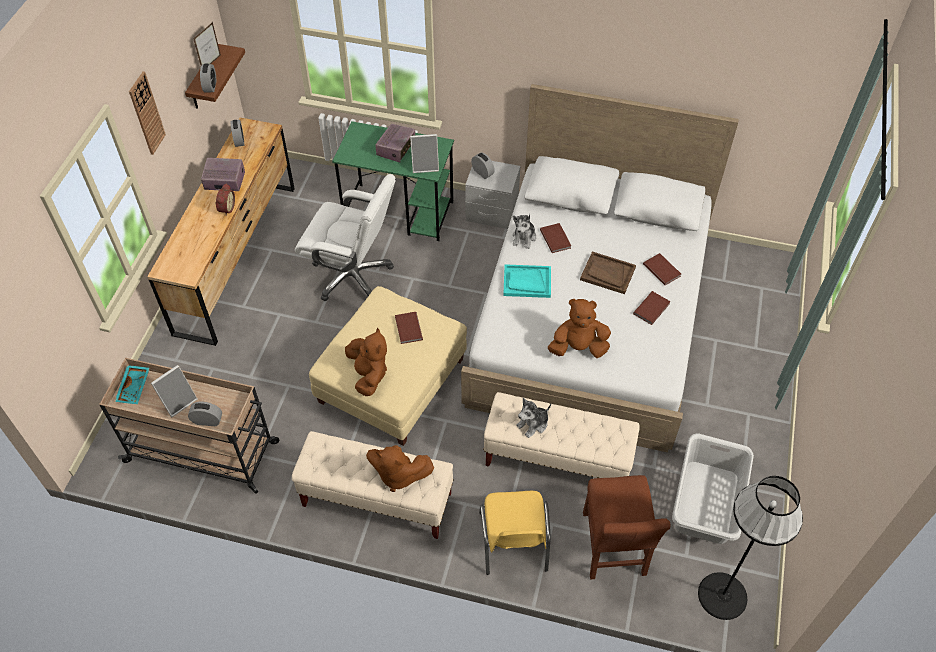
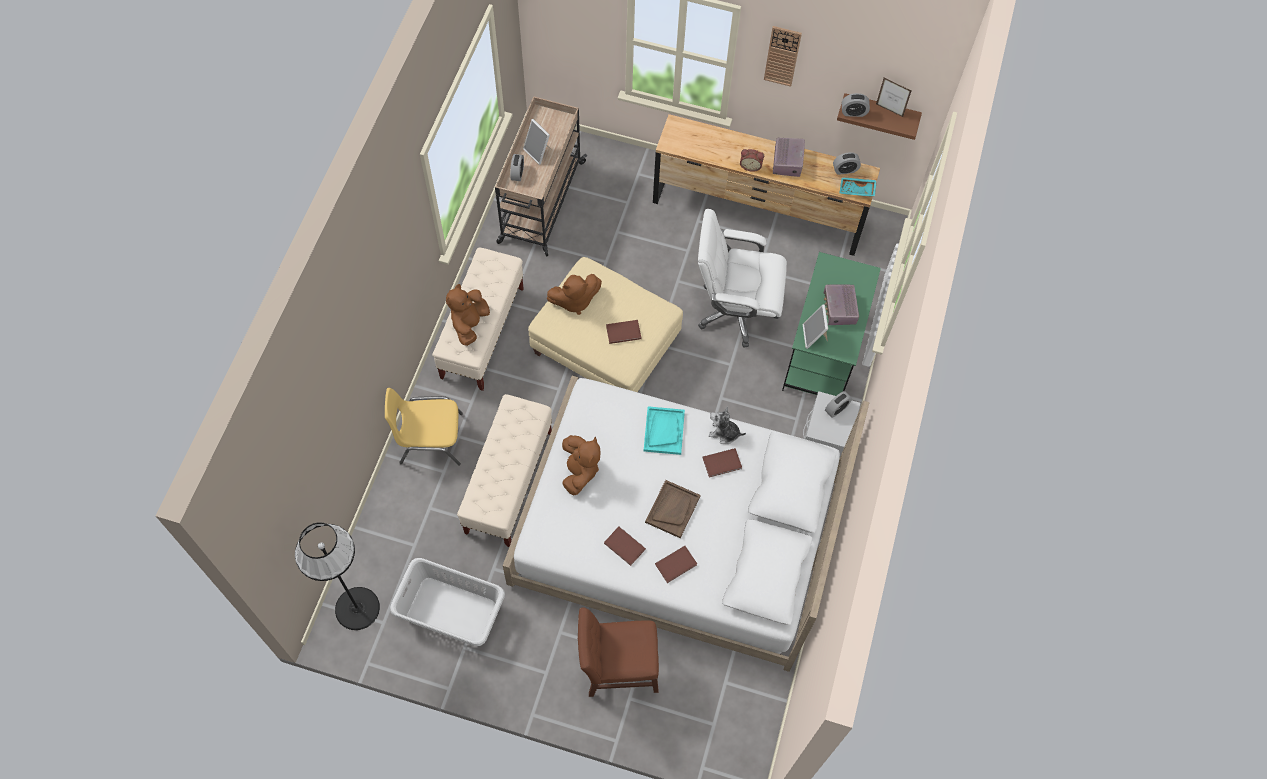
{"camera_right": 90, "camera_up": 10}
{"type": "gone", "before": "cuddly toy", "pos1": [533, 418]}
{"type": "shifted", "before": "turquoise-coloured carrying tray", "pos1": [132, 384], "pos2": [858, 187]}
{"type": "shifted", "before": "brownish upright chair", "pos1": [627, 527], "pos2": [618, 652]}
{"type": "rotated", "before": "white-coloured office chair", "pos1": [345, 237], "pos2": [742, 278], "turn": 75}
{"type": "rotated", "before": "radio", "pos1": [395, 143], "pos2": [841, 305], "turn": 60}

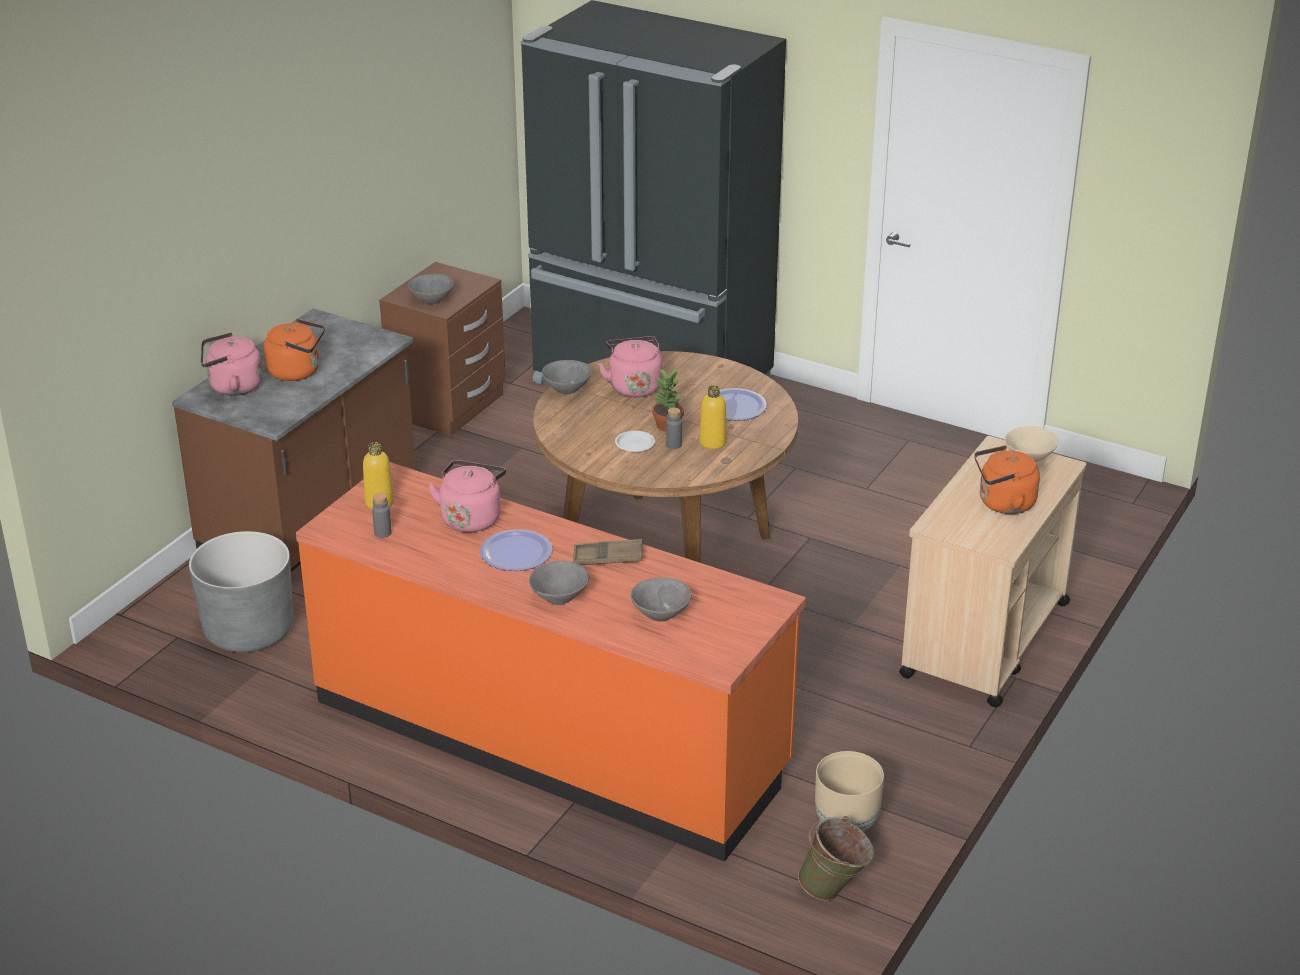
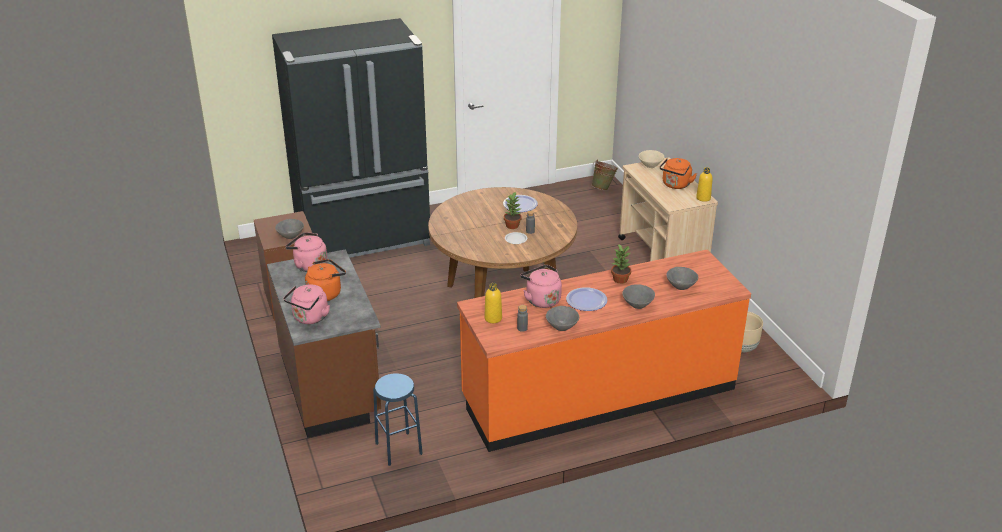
{"camera_right": -50, "camera_up": 0}
{"type": "shifted", "before": "greyish deep dish", "pos1": [567, 377], "pos2": [562, 318]}
{"type": "shifted", "before": "pinkish kettle", "pos1": [630, 366], "pos2": [306, 252]}
{"type": "shifted", "before": "yellowish bottle", "pos1": [713, 417], "pos2": [704, 184]}
{"type": "shifted", "before": "greenish pail", "pos1": [836, 858], "pos2": [605, 175]}
{"type": "swapped", "before": "greyish flower pot", "after": "blue-coloured stool", "pos1": [241, 592], "pos2": [398, 419]}
{"type": "swapped", "before": "brownish carrying tray", "after": "plant in a pot", "pos1": [608, 552], "pos2": [621, 264]}

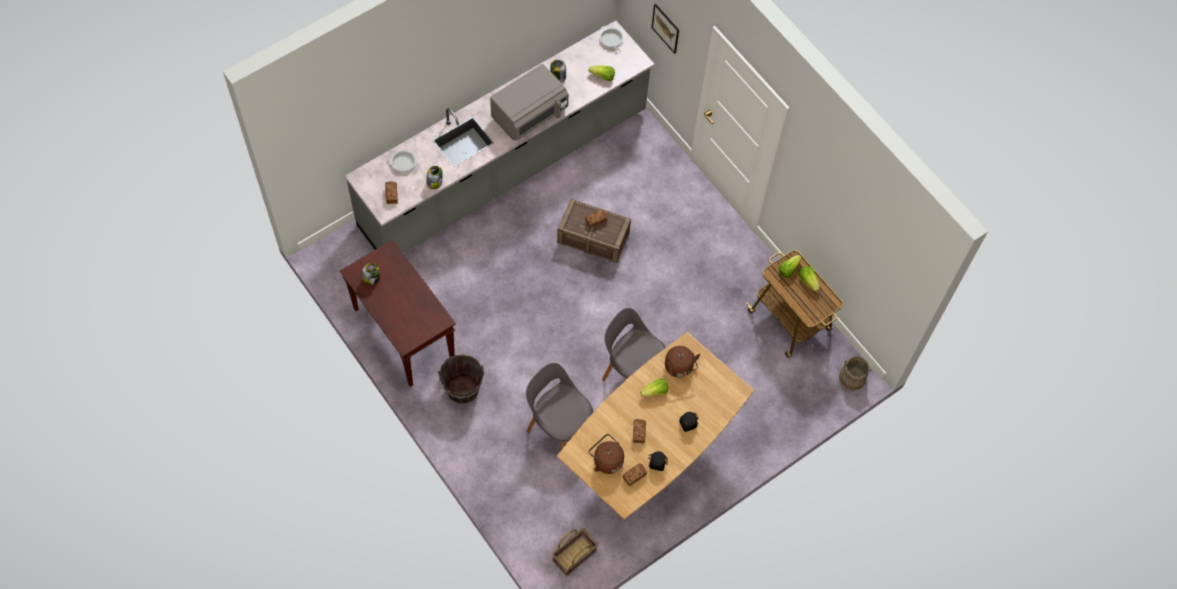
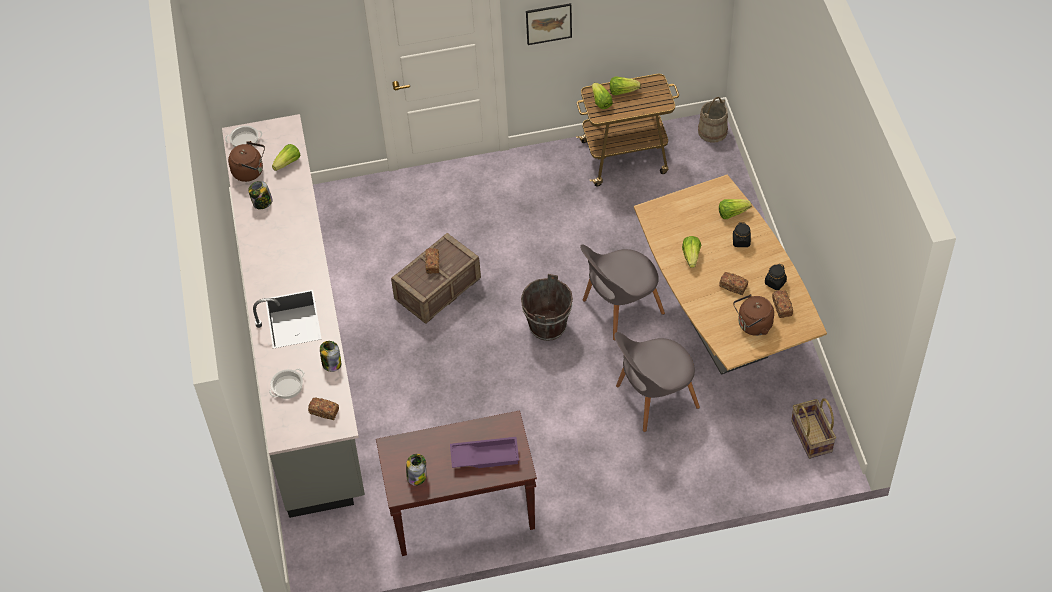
{"camera_right": -60, "camera_up": -10}
{"type": "gone", "before": "greyish microwave oven", "pos1": [529, 102]}
{"type": "new", "after": "purple-coloured carrying tray", "pos2": [484, 452]}
{"type": "new", "after": "lettuce head", "pos2": [735, 209]}
{"type": "shifted", "before": "brownish pail", "pos1": [461, 379], "pos2": [547, 307]}
{"type": "shifted", "before": "wall picture", "pos1": [665, 29], "pos2": [549, 24]}
{"type": "shifted", "before": "brownish kettle", "pos1": [682, 362], "pos2": [246, 161]}

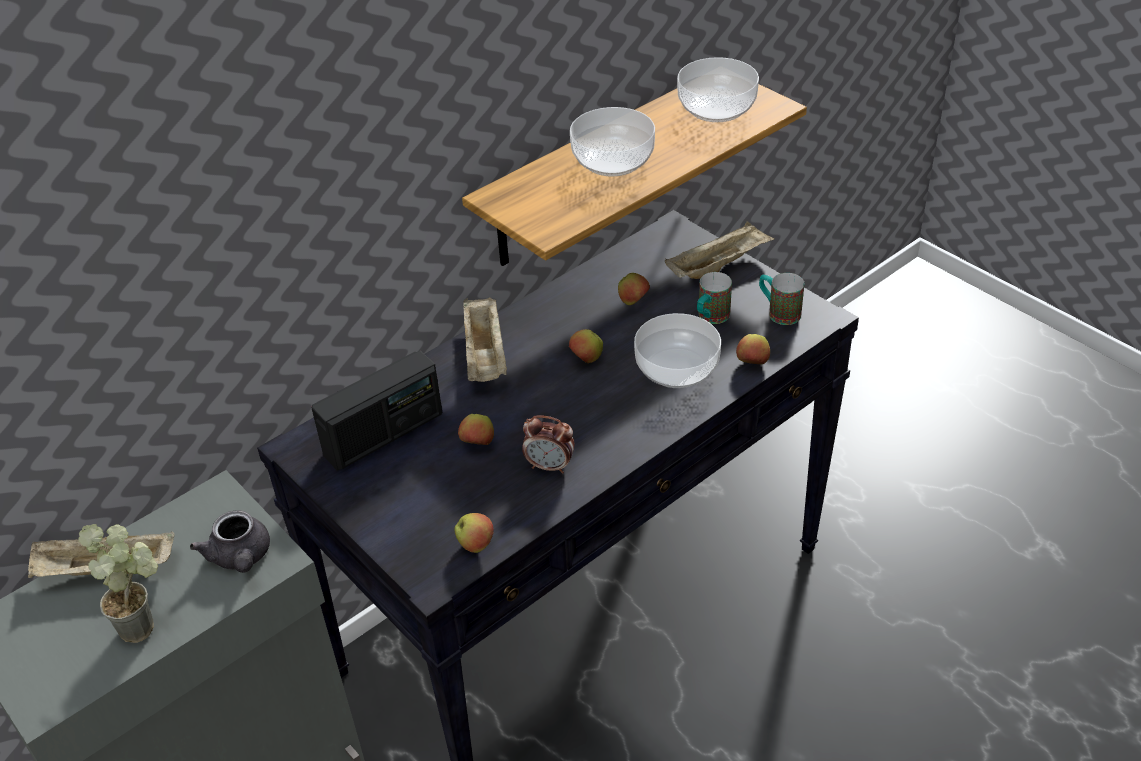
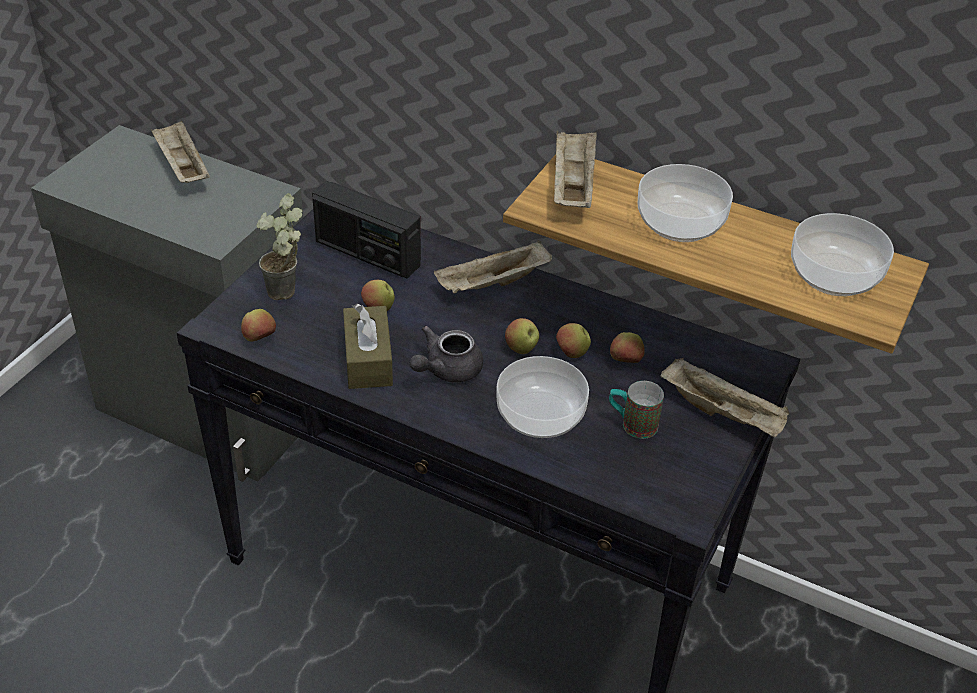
{"camera_right": 65, "camera_up": 0}
{"type": "gone", "before": "coffee mug", "pos1": [781, 299]}
{"type": "new", "after": "sand-coloured carrying tray", "pos2": [575, 169]}
{"type": "shifted", "before": "plant in a pot", "pos1": [118, 583], "pos2": [279, 246]}
{"type": "shifted", "before": "greyish pot for tea", "pos1": [230, 541], "pos2": [446, 354]}
{"type": "shifted", "before": "whole apple", "pos1": [753, 349], "pos2": [573, 340]}
{"type": "swapped", "before": "table clock", "after": "brownish tissue holder", "pos1": [548, 444], "pos2": [368, 346]}

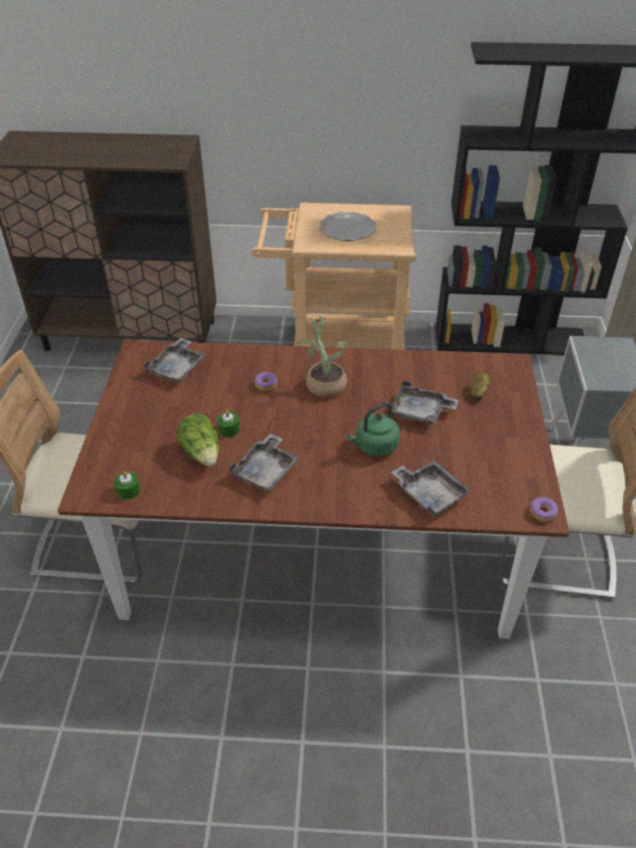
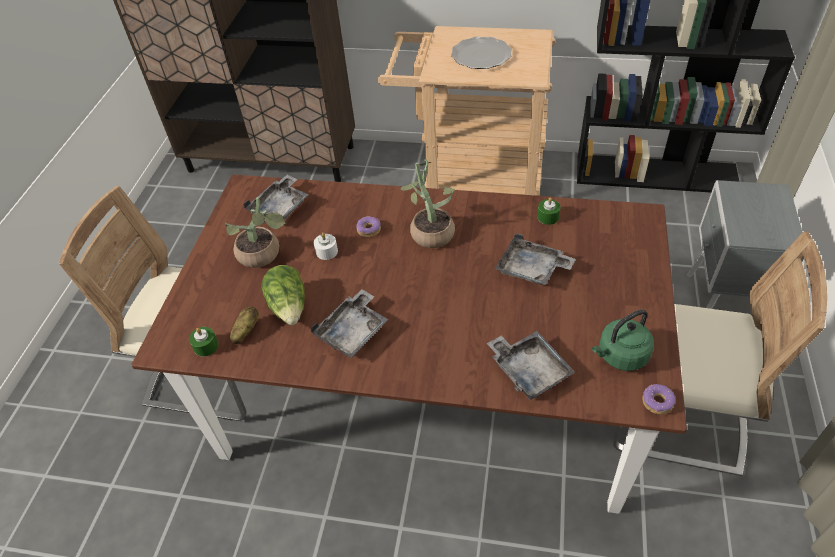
{"camera_right": 10, "camera_up": 5}
{"type": "new", "after": "plant in a pot", "pos2": [255, 232]}
{"type": "new", "after": "white-coloured candle", "pos2": [326, 246]}
{"type": "shifted", "before": "greenish candle", "pos1": [228, 423], "pos2": [548, 211]}
{"type": "shifted", "before": "greenish kettle", "pos1": [374, 429], "pos2": [623, 340]}
{"type": "shifted", "before": "whole potato", "pos1": [480, 386], "pos2": [244, 325]}

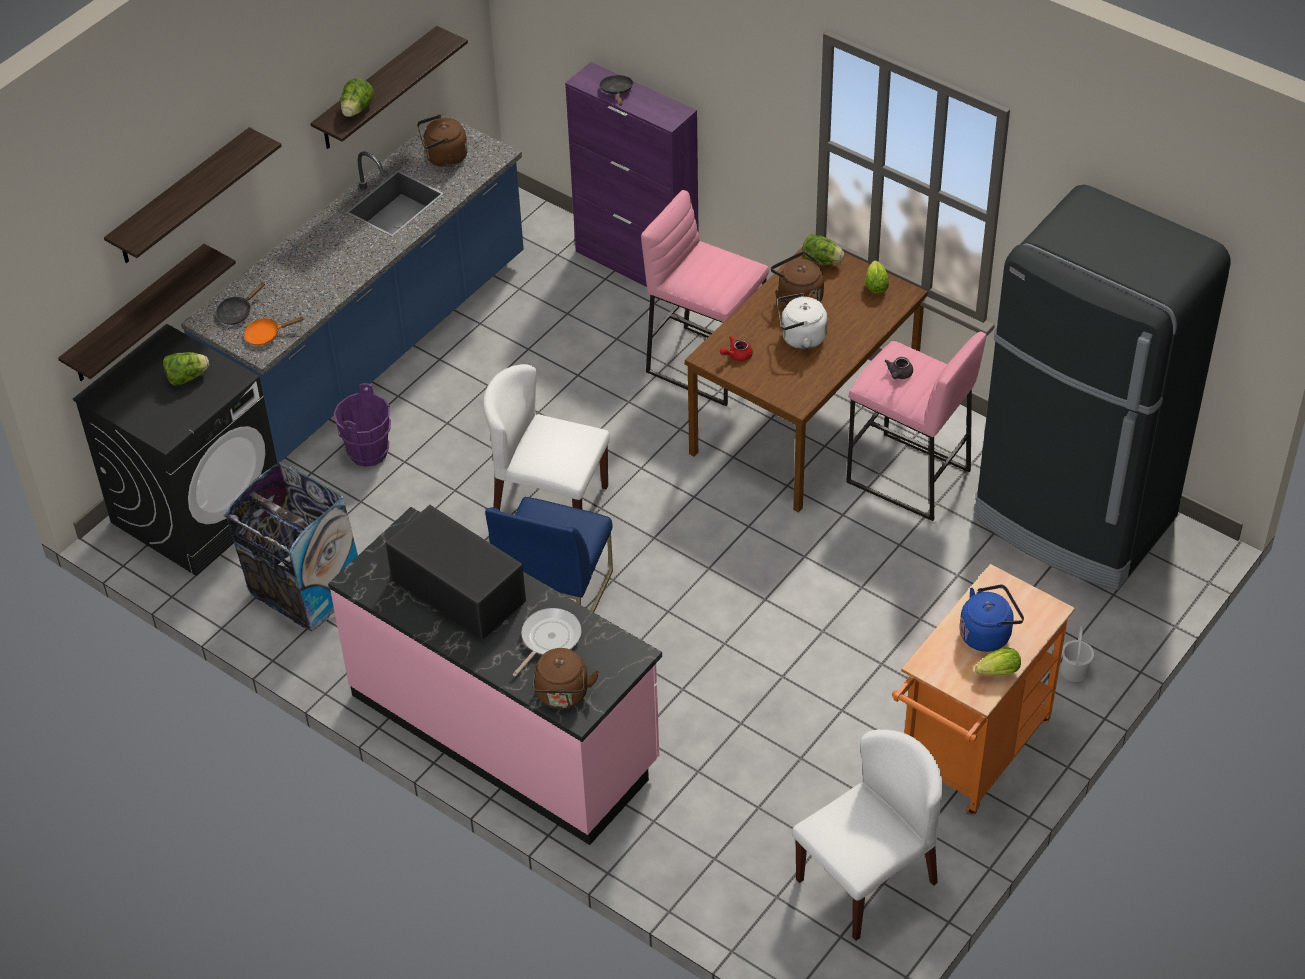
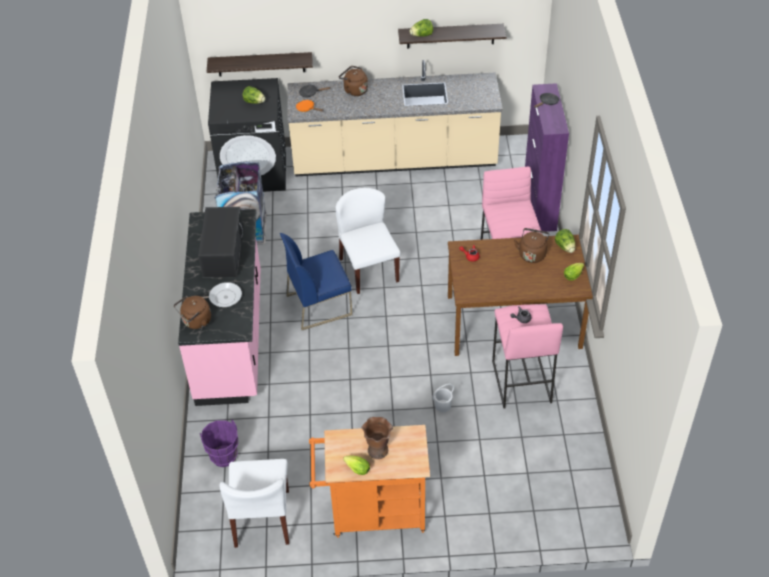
{"camera_right": 50, "camera_up": 0}
{"type": "gone", "before": "bracket shelf", "pos1": [193, 195]}
{"type": "gone", "before": "white-coloured kettle", "pos1": [802, 321]}
{"type": "gone", "before": "black refrigerator", "pos1": [1102, 387]}
{"type": "shifted", "before": "purple-coloured pail", "pos1": [362, 425], "pos2": [219, 443]}
{"type": "shifted", "before": "brownish kettle", "pos1": [442, 141], "pos2": [353, 81]}
{"type": "shifted", "before": "white-coloured pail", "pos1": [1077, 654], "pos2": [443, 398]}
{"type": "swapped", "before": "blue-coloured kettle", "after": "brownish vase", "pos1": [991, 618], "pos2": [377, 438]}
{"type": "repainted", "before": "blue-coloured counter", "after": "sand-coloured counter", "pos1": [352, 288], "pos2": [395, 118]}
{"type": "rotated", "before": "white-coloured upright chair", "pos1": [867, 835], "pos2": [254, 503], "turn": 75}

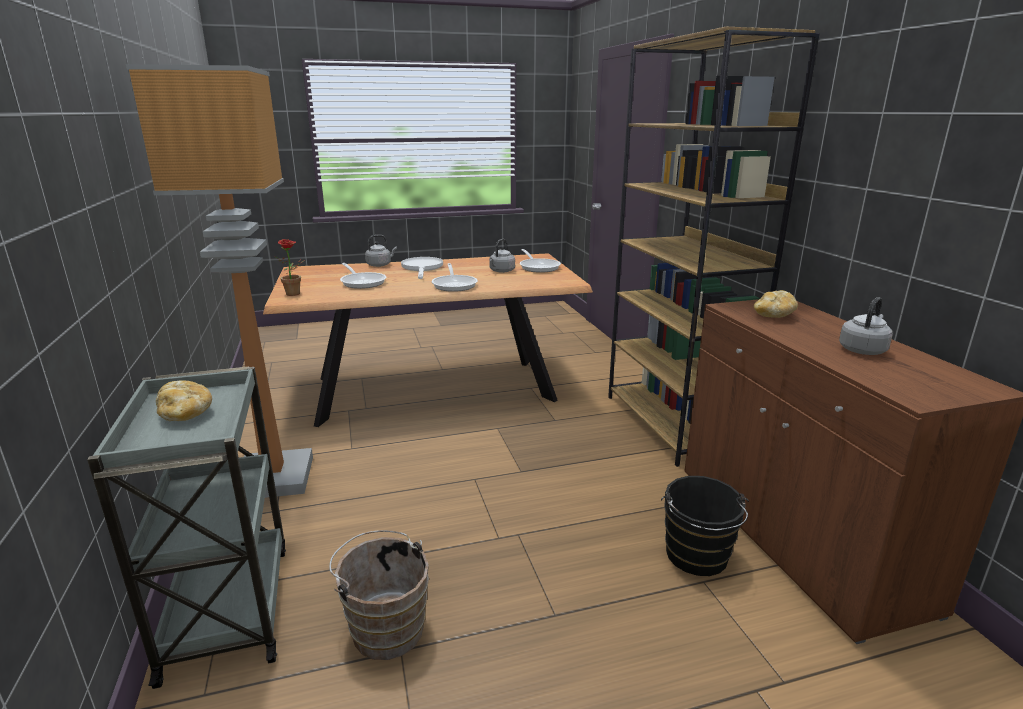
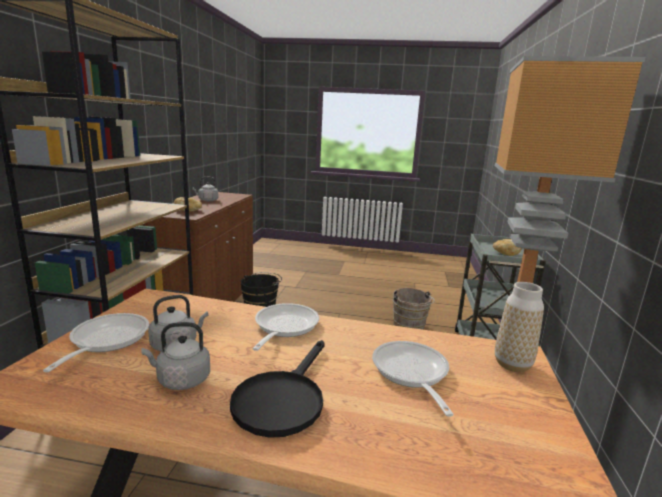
{"camera_right": -155, "camera_up": -5}
{"type": "shifted", "before": "greyish kettle", "pos1": [381, 251], "pos2": [175, 356]}
{"type": "swapped", "before": "plant in a pot", "after": "vase", "pos1": [289, 267], "pos2": [519, 327]}
{"type": "repainted", "before": "white-coloured skillet", "after": "black skillet", "pos1": [422, 268], "pos2": [277, 389]}

